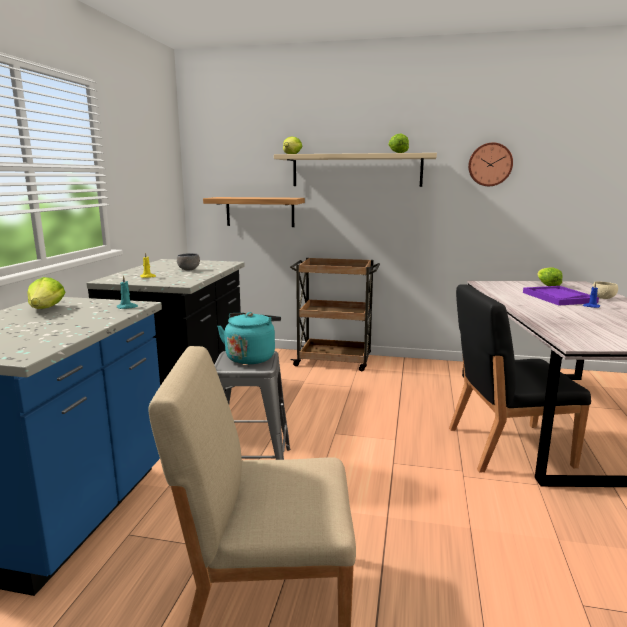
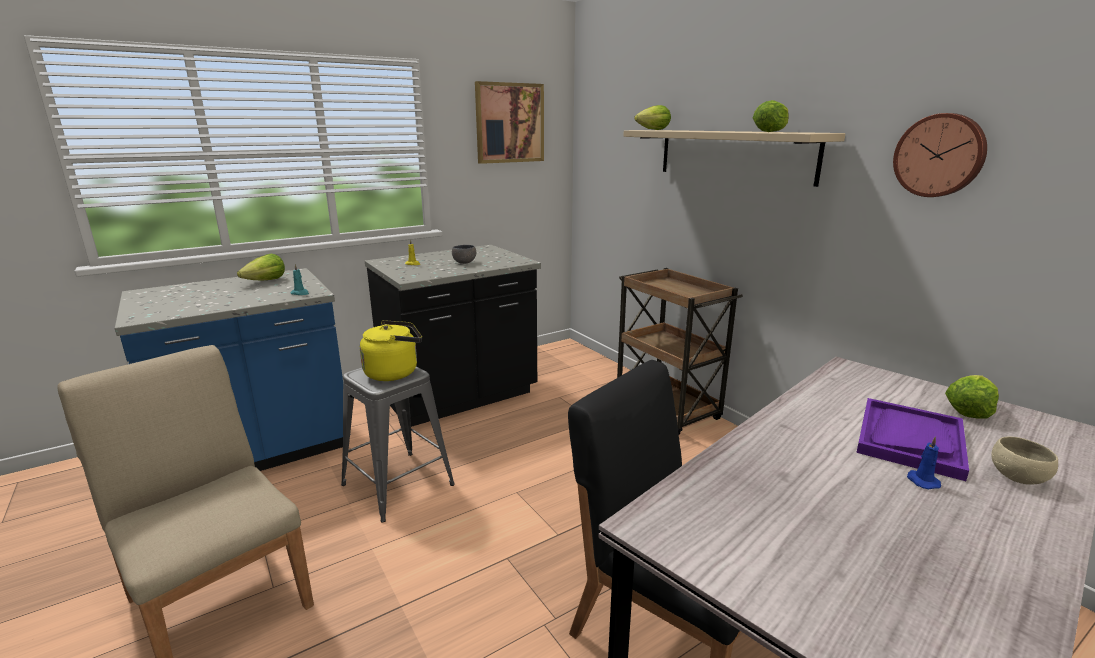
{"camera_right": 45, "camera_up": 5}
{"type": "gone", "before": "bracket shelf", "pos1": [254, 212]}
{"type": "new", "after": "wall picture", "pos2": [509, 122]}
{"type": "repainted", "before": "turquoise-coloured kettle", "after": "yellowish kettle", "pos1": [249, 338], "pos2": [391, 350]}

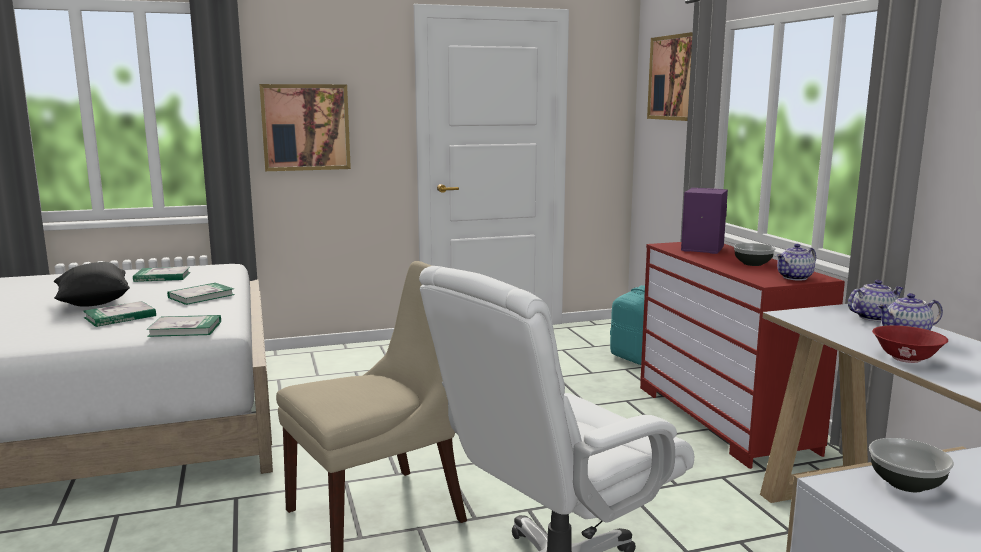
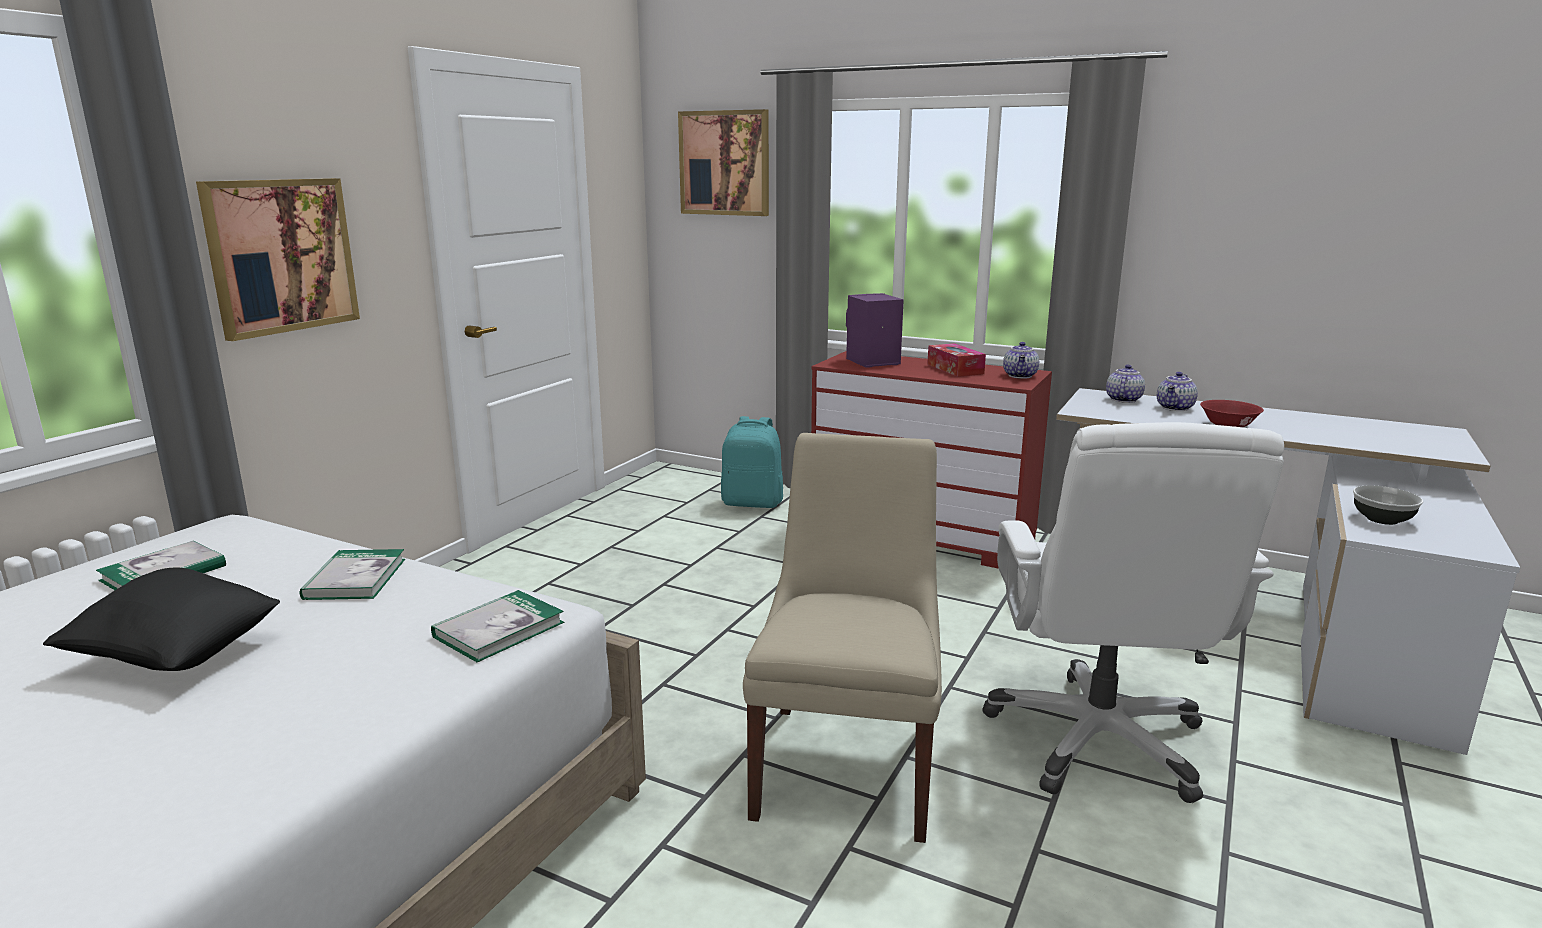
{"camera_right": -45, "camera_up": 5}
{"type": "gone", "before": "volume", "pos1": [119, 314]}
{"type": "swapped", "before": "deep dish", "after": "tissue holder", "pos1": [754, 254], "pos2": [956, 360]}

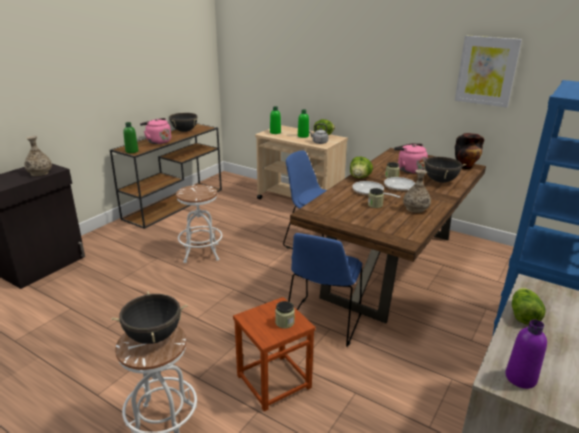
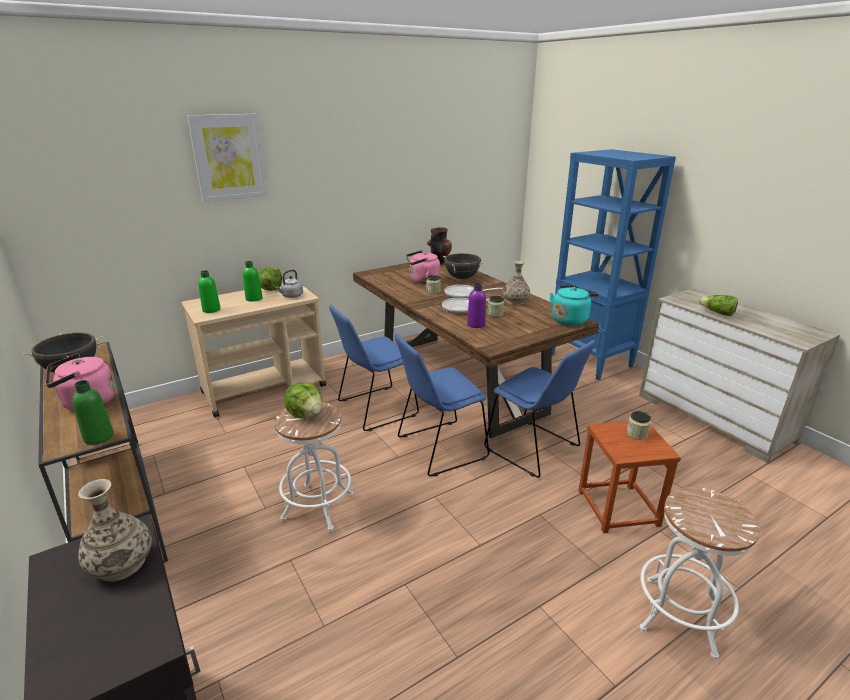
{"camera_right": -65, "camera_up": 0}
{"type": "gone", "before": "black saucepot", "pos1": [149, 317]}
{"type": "new", "after": "blue-coloured upright chair", "pos2": [442, 405]}
{"type": "new", "after": "turquoise-coloured kettle", "pos2": [574, 305]}
{"type": "shifted", "before": "lettuce head", "pos1": [361, 167], "pos2": [303, 401]}
{"type": "shifted", "before": "wall picture", "pos1": [488, 71], "pos2": [227, 158]}
{"type": "shifted", "before": "purple-coloured bottle", "pos1": [526, 354], "pos2": [476, 305]}

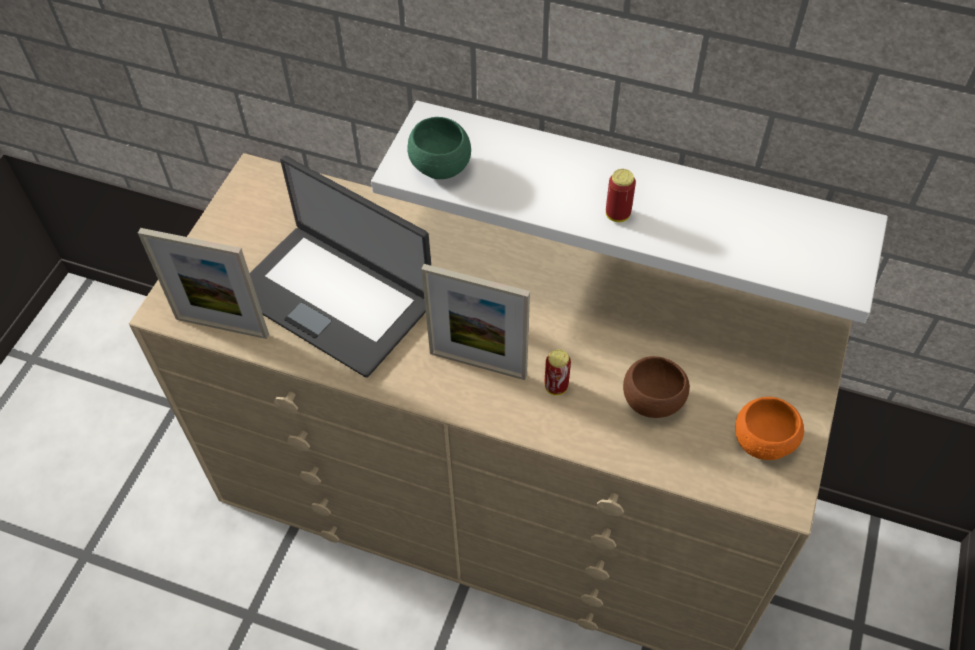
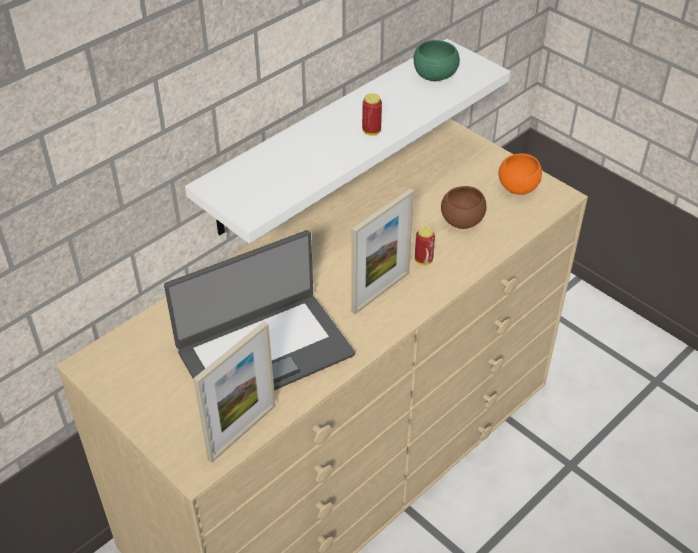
{"camera_right": -65, "camera_up": -10}
{"type": "shifted", "before": "greenish deep dish", "pos1": [439, 148], "pos2": [436, 60]}

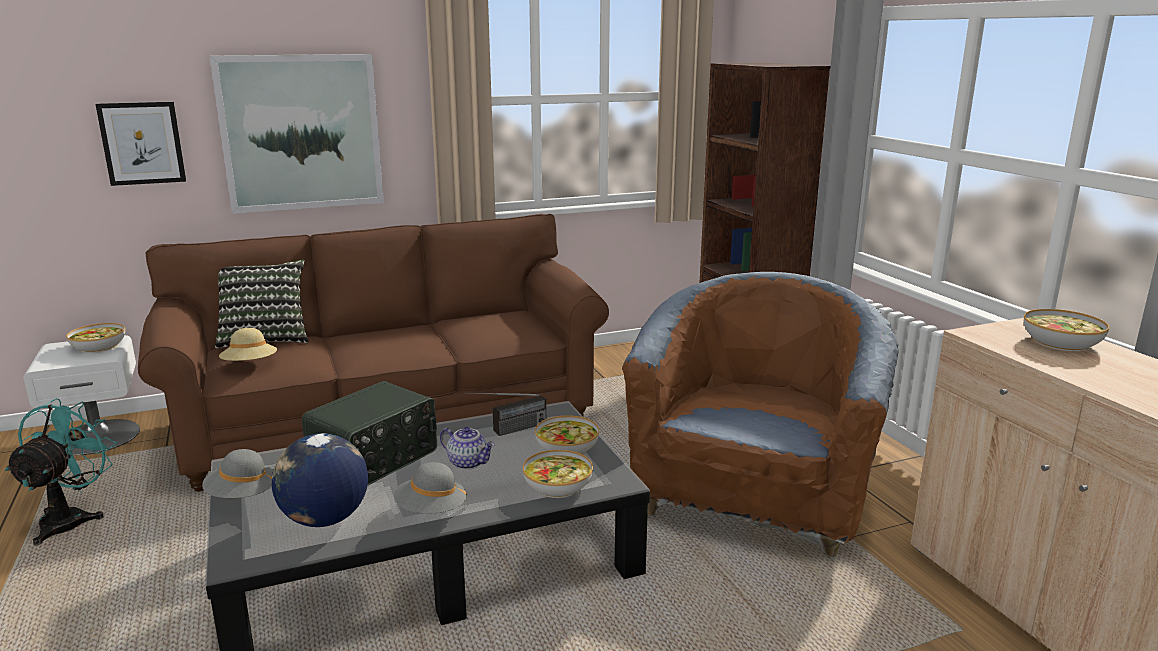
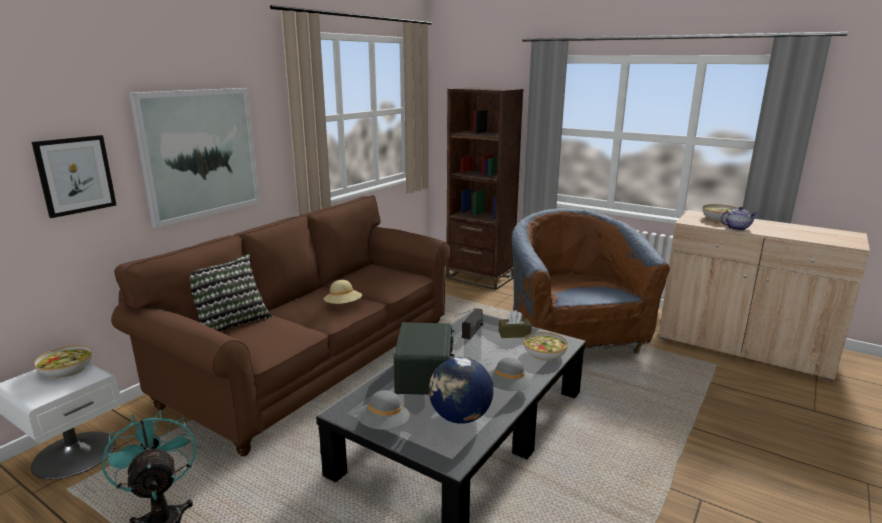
{"camera_right": -35, "camera_up": 0}
{"type": "shifted", "before": "sand-coloured clothing hat", "pos1": [248, 344], "pos2": [343, 292]}
{"type": "shifted", "before": "pot for tea", "pos1": [467, 448], "pos2": [739, 219]}
{"type": "swapped", "before": "deep dish", "after": "brownish tissue holder", "pos1": [567, 434], "pos2": [515, 324]}

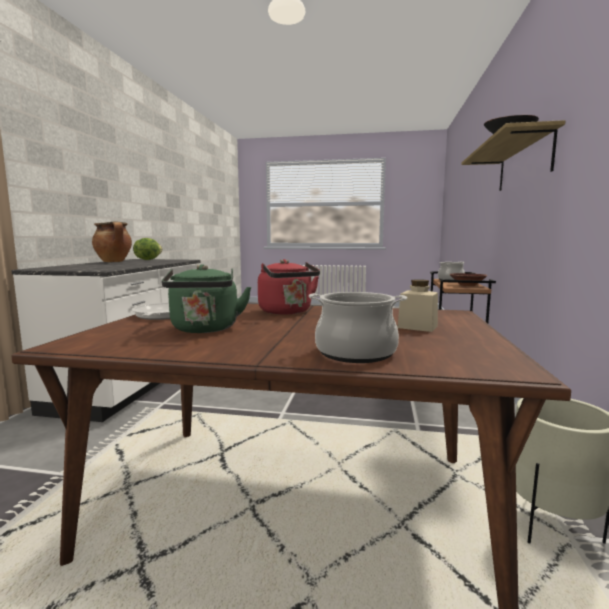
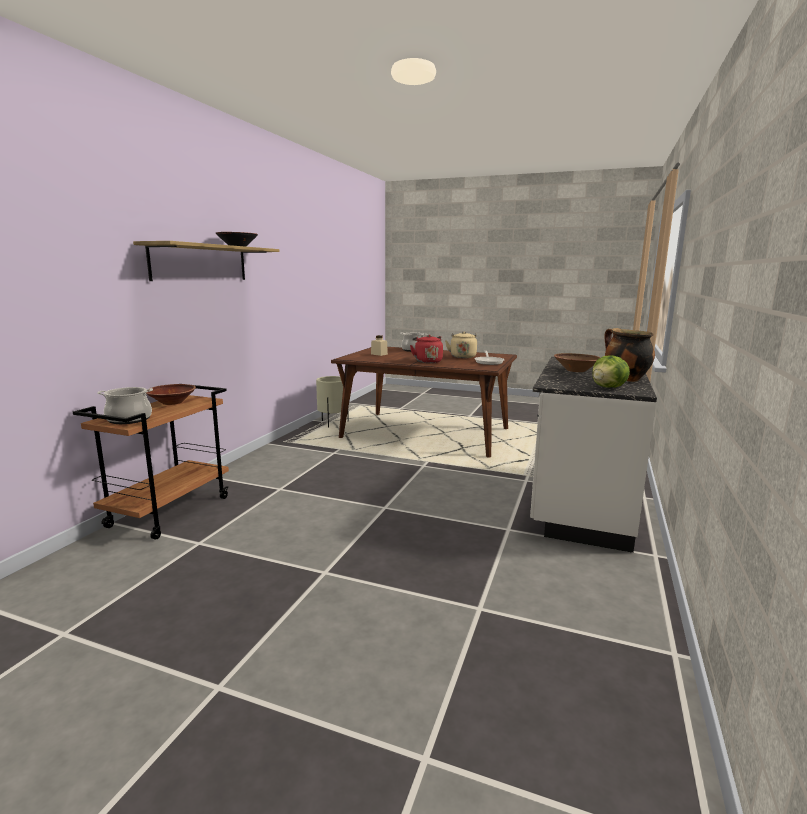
{"camera_right": -170, "camera_up": 5}
{"type": "new", "after": "brownish deep dish", "pos2": [577, 362]}
{"type": "repainted", "before": "greenish kettle", "after": "sand-coloured kettle", "pos1": [206, 298], "pos2": [461, 344]}

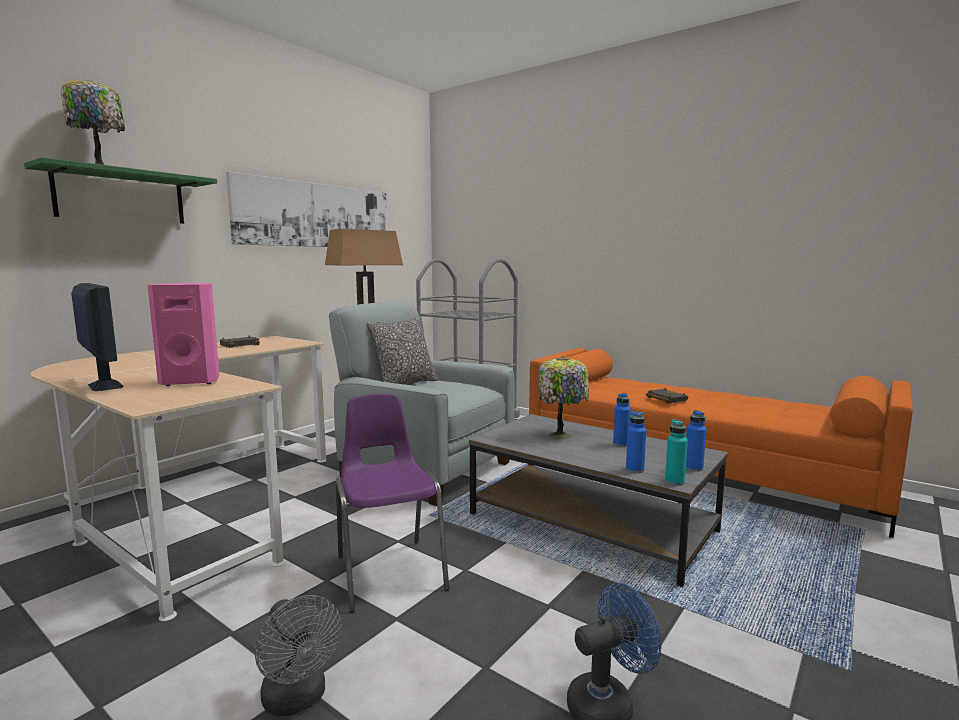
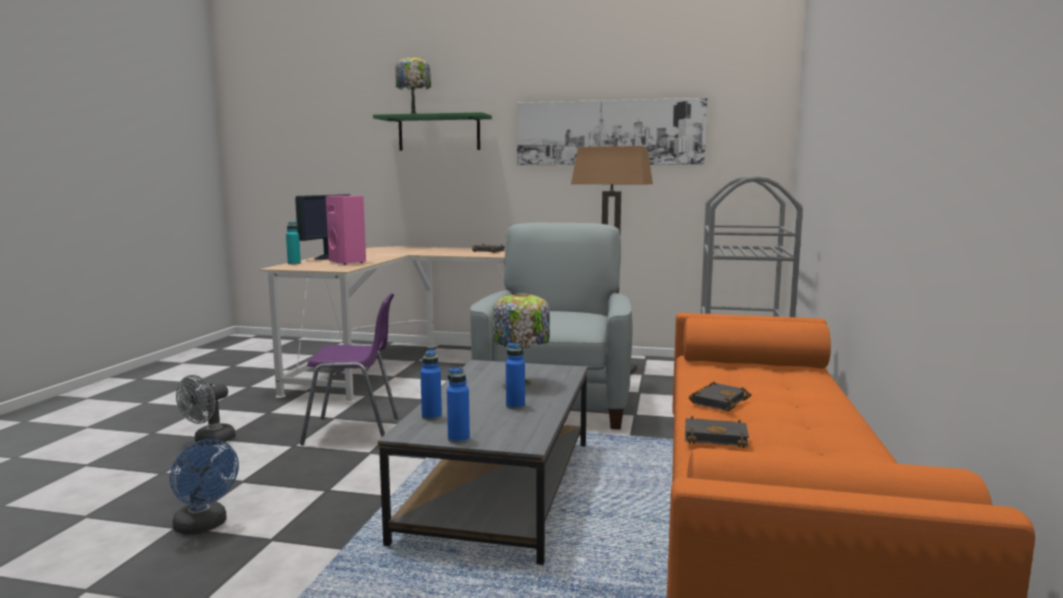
{"camera_right": 65, "camera_up": 0}
{"type": "gone", "before": "throw pillow", "pos1": [402, 351]}
{"type": "new", "after": "black volume", "pos2": [717, 432]}
{"type": "shifted", "before": "turquoise-coloured bottle", "pos1": [676, 452], "pos2": [293, 243]}
{"type": "rotated", "before": "purple-coloured upright chair", "pos1": [392, 503], "pos2": [349, 369], "turn": 45}

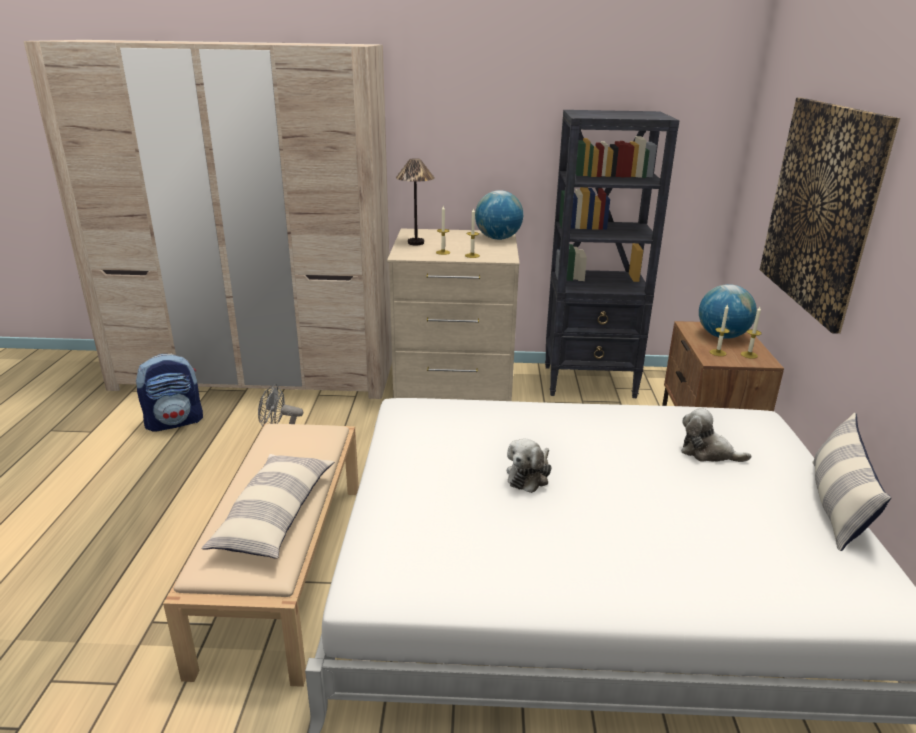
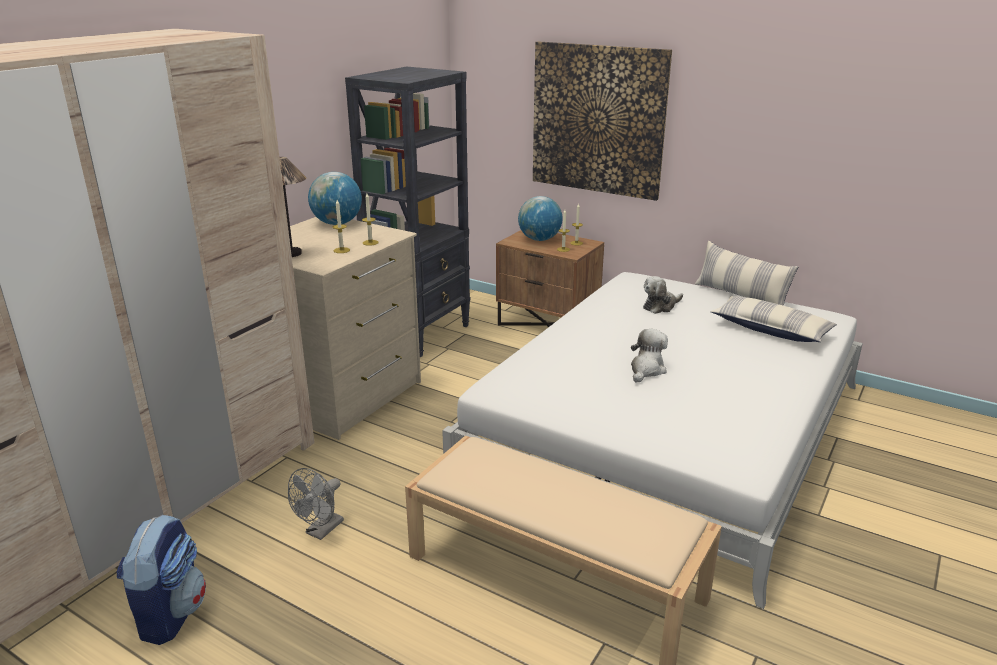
{"camera_right": -60, "camera_up": 0}
{"type": "shifted", "before": "throw pillow", "pos1": [267, 506], "pos2": [773, 319]}
{"type": "rotated", "before": "cuddly toy", "pos1": [529, 466], "pos2": [649, 356], "turn": -120}

